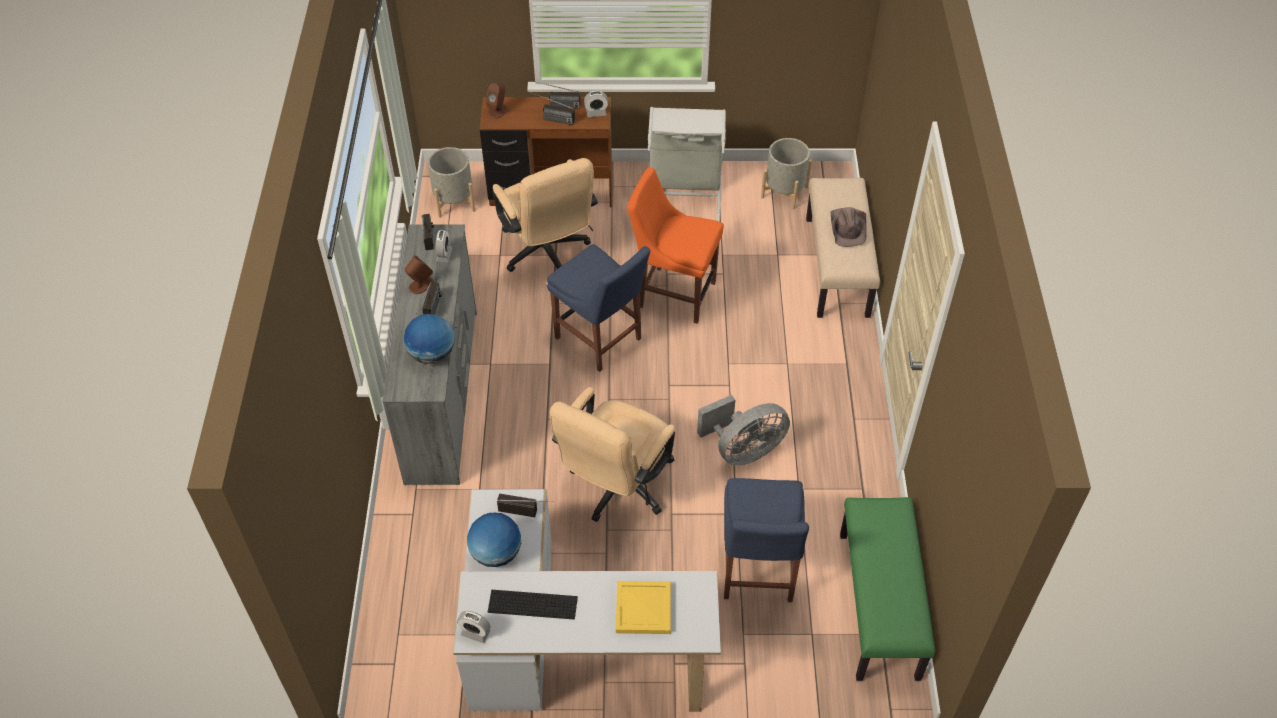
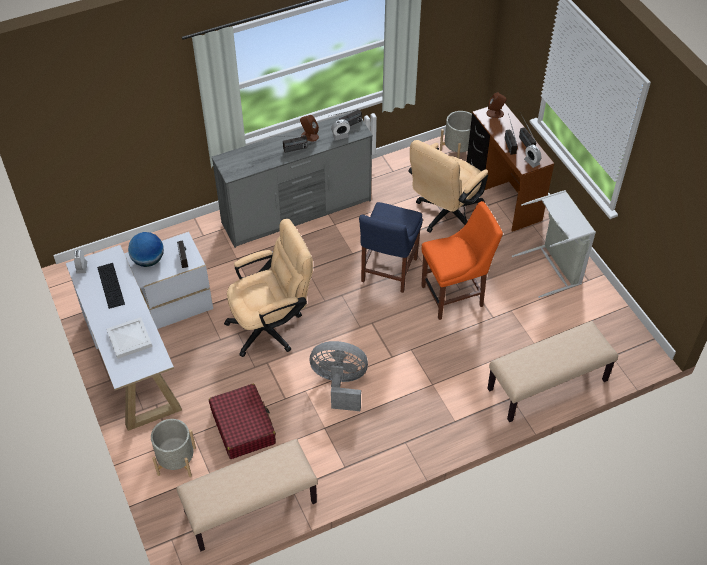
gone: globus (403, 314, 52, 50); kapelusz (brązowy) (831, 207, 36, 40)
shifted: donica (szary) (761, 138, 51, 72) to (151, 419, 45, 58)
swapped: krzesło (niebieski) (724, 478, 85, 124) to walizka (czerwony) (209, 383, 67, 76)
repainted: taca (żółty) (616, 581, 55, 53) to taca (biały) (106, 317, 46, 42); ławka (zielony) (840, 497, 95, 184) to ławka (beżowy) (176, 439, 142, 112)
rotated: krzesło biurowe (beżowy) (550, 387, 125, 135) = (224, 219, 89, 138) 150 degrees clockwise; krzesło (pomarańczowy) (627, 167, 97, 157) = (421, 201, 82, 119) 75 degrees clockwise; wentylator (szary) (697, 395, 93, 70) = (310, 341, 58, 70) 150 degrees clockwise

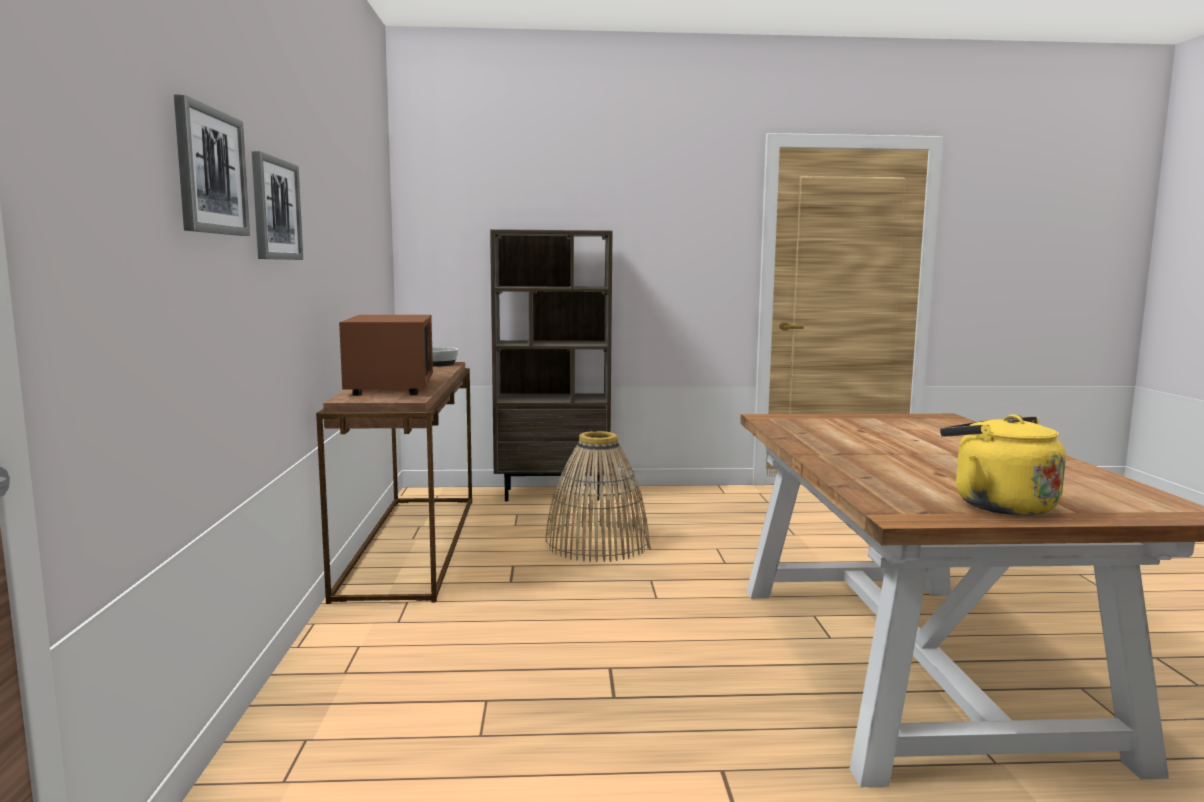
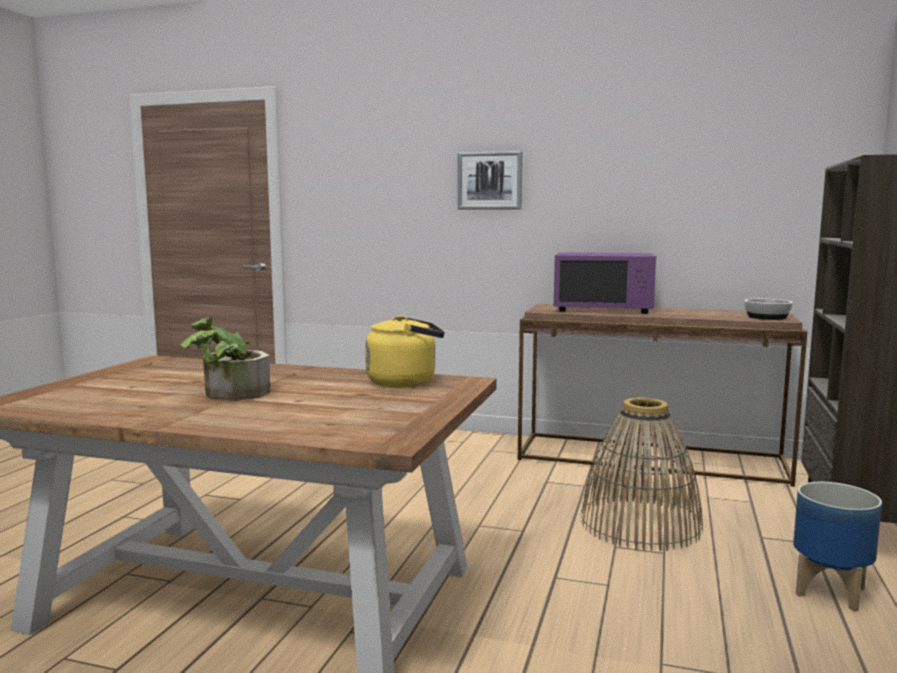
gone: obraz (174, 94, 76, 142)
new: roślina doniczkowa (181, 317, 89, 84); donica (793, 482, 89, 129)
shifted: czajnik (żółty) (940, 415, 126, 100) to (365, 315, 80, 72)
repainted: mikrofalówka (brązowy) (339, 315, 94, 81) to mikrofalówka (fioletowy) (554, 252, 102, 62)

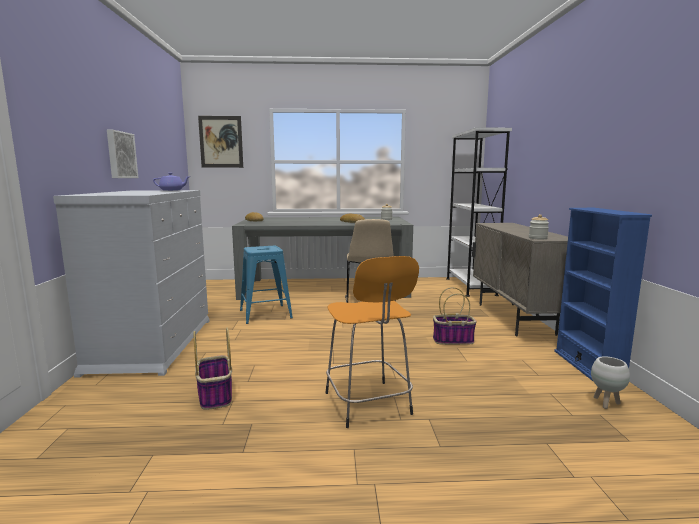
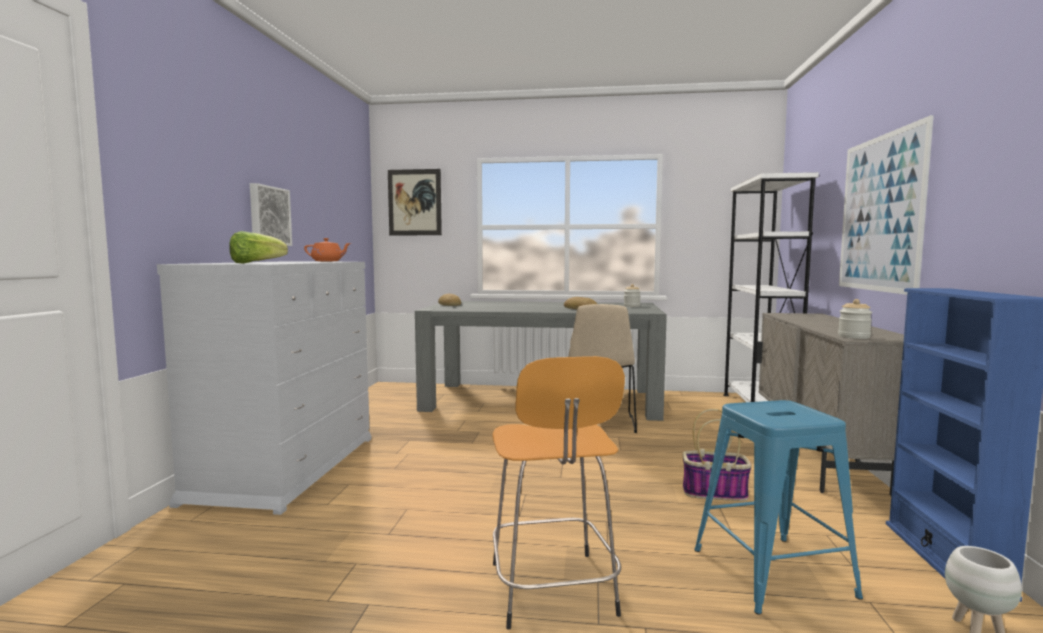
gone: koszyk (193, 328, 39, 82)
new: sałata (229, 231, 59, 33); obraz (839, 115, 95, 180)
shifted: stołek (niebieski) (240, 246, 53, 78) to (694, 400, 169, 215)
repainted: imbryk (fioletowy) (153, 173, 36, 18) to imbryk (pomarańczowy) (304, 238, 47, 24)

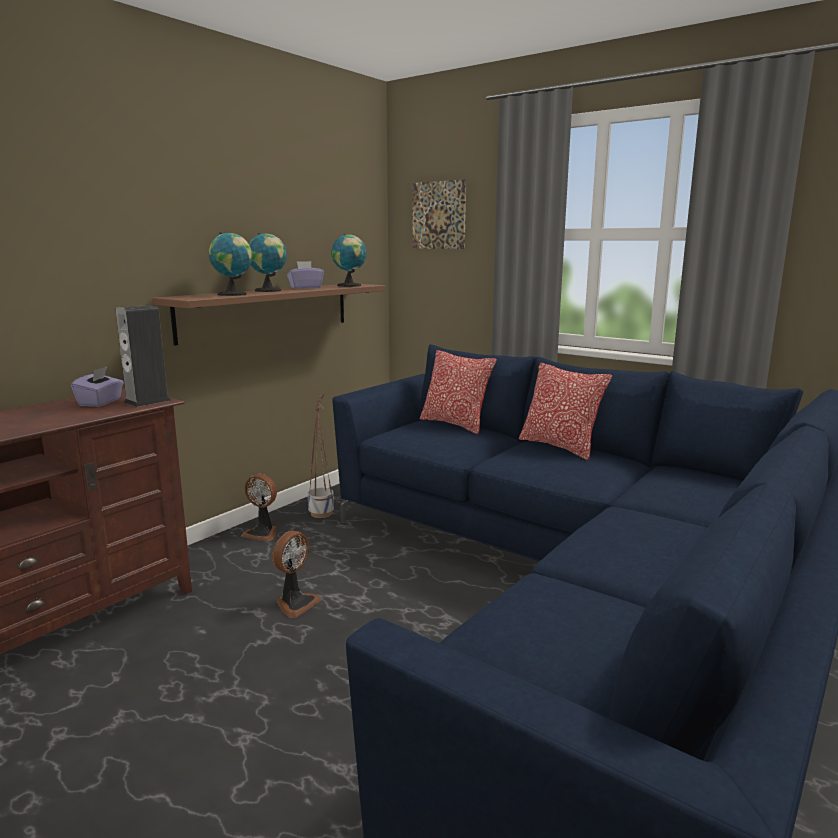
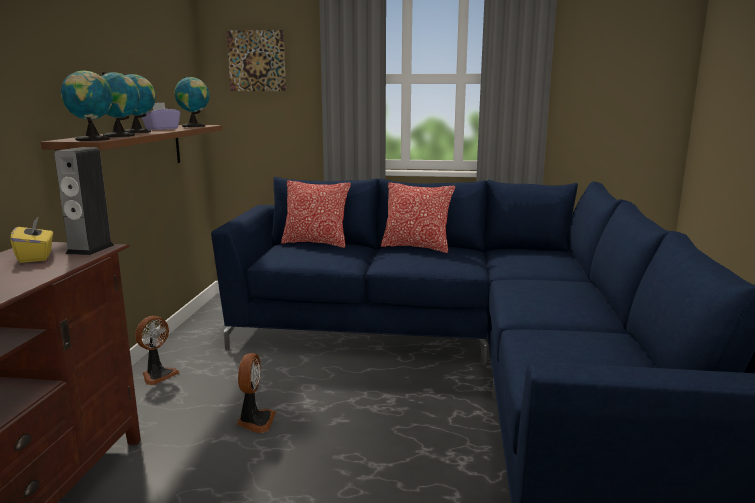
gone: donica (308, 394, 26, 124)
new: globus (60, 70, 53, 71)
repainted: pudełko chusteczek (fioletowy) (71, 367, 53, 40) to pudełko chusteczek (żółty) (10, 218, 43, 45)
rotated: wentylator (242, 474, 35, 67) = (135, 316, 44, 69) 45 degrees counterclockwise

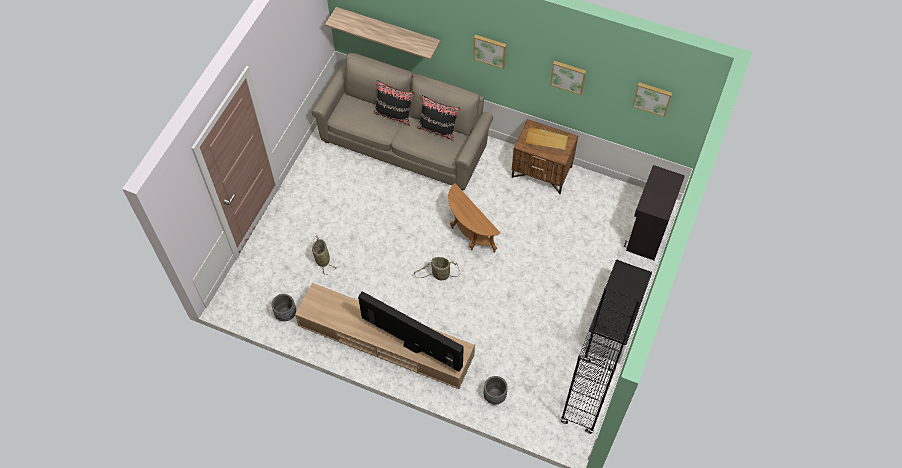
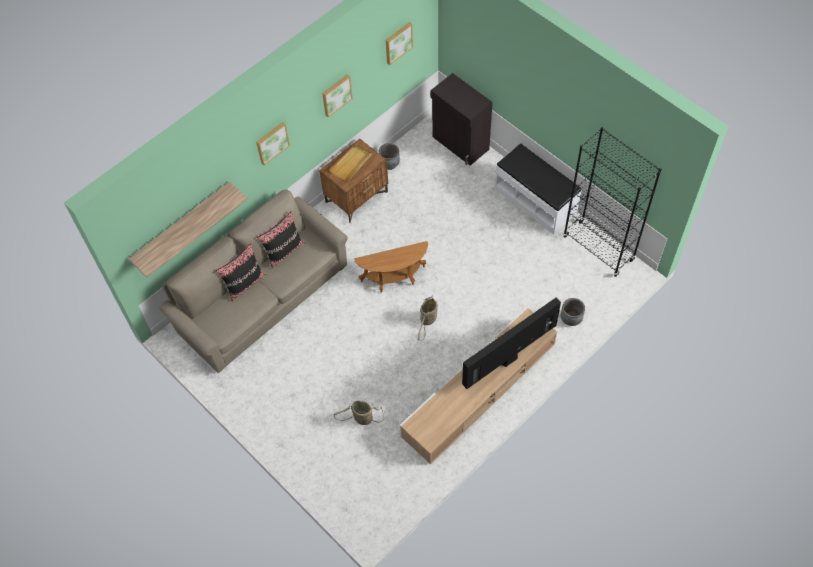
shifted: donica (szary) (272, 294, 24, 27) to (379, 143, 21, 27)

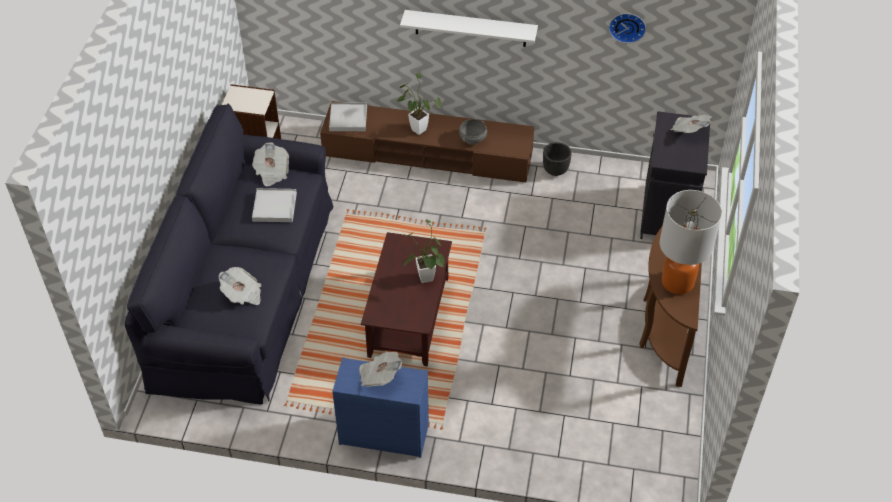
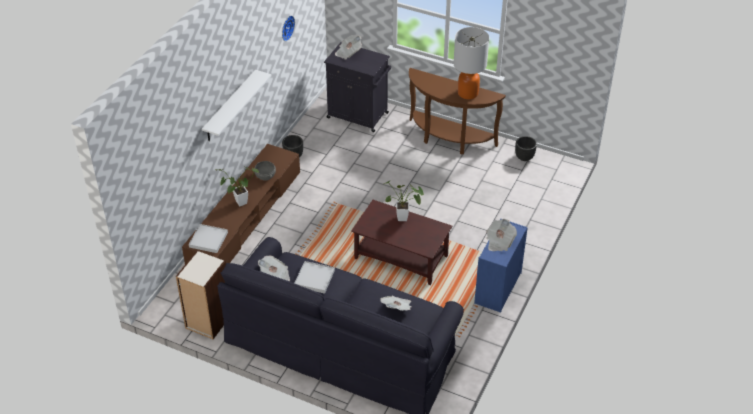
new: donica (czarny) (515, 136, 22, 25)

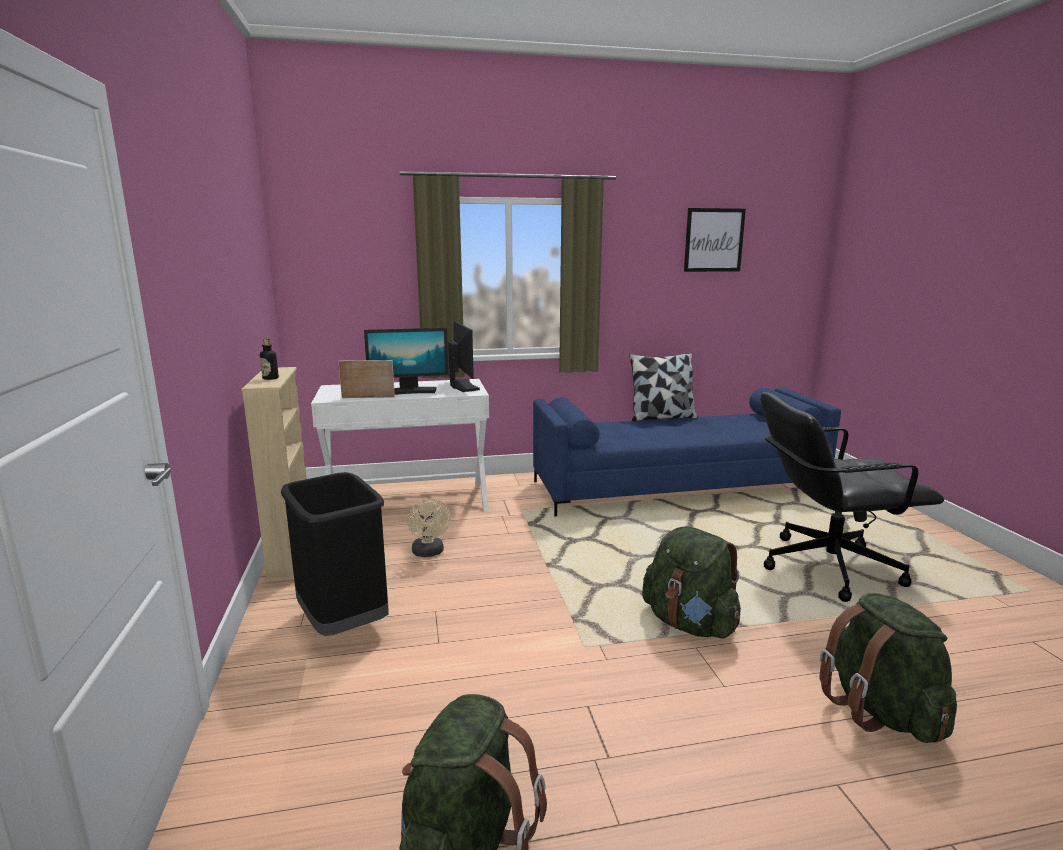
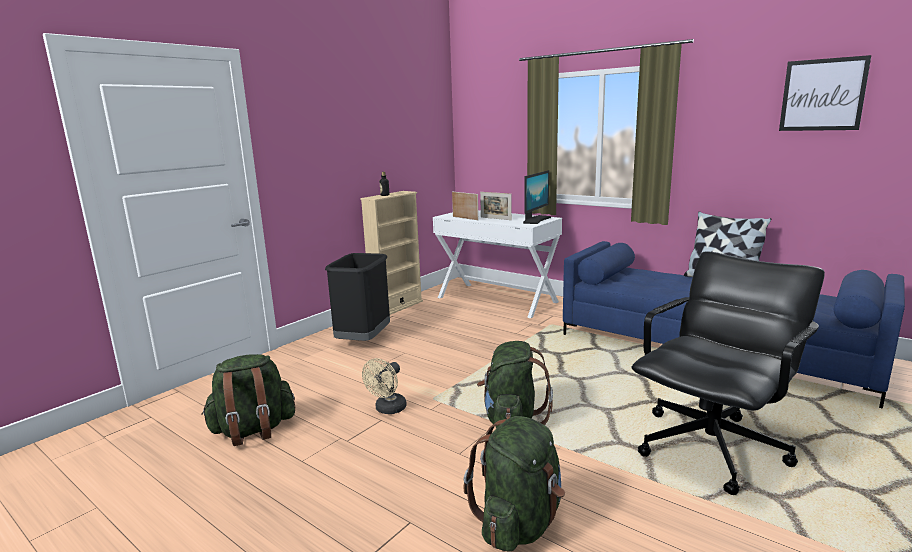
shifted: wentylator (beżowy) (408, 499, 42, 58) to (362, 358, 44, 56)
swapped: monitor (364, 328, 85, 67) to ramka na zdjęcie (480, 192, 32, 28)
rotated: krzesło biurowe (czarny) (760, 392, 184, 210) = (632, 251, 193, 244) 90 degrees clockwise

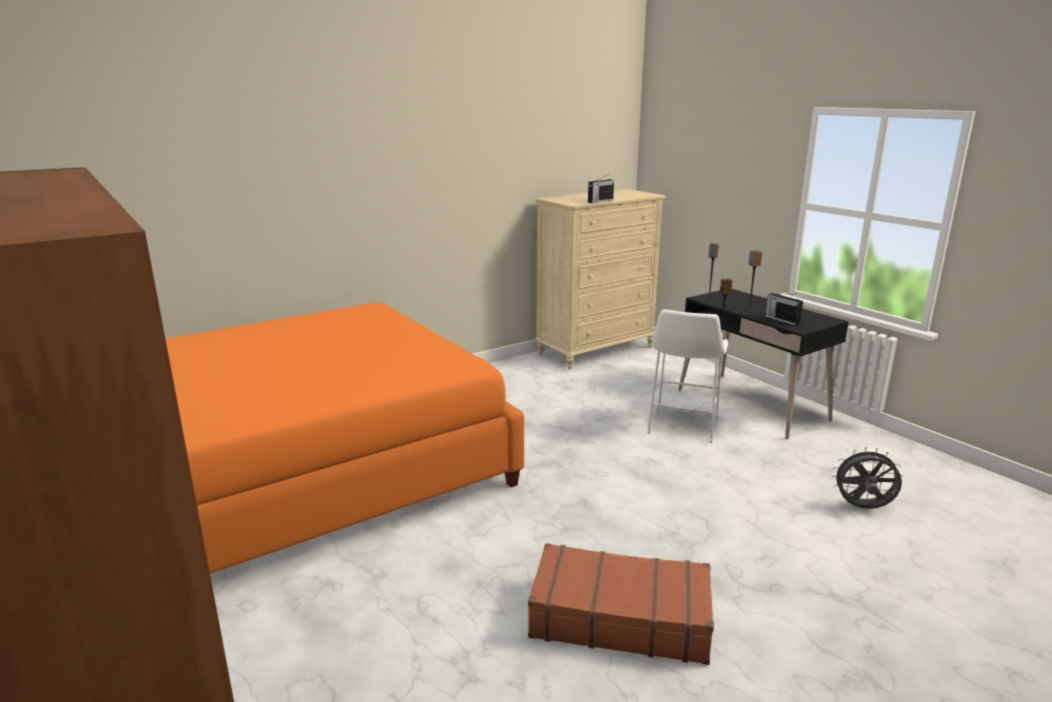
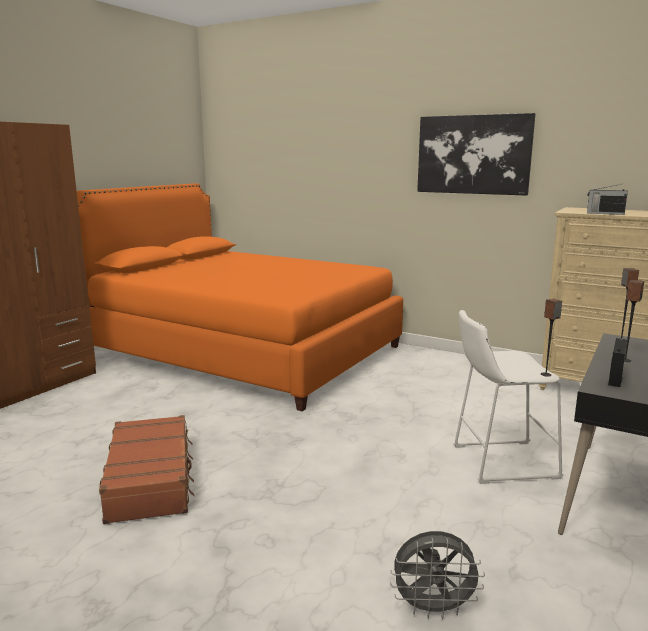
new: obraz (417, 113, 118, 83)
rotated: wentylator (szary) (832, 447, 71, 62) = (390, 531, 95, 88) 105 degrees clockwise

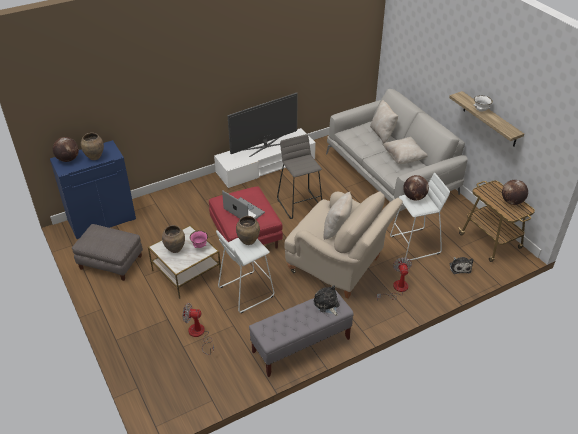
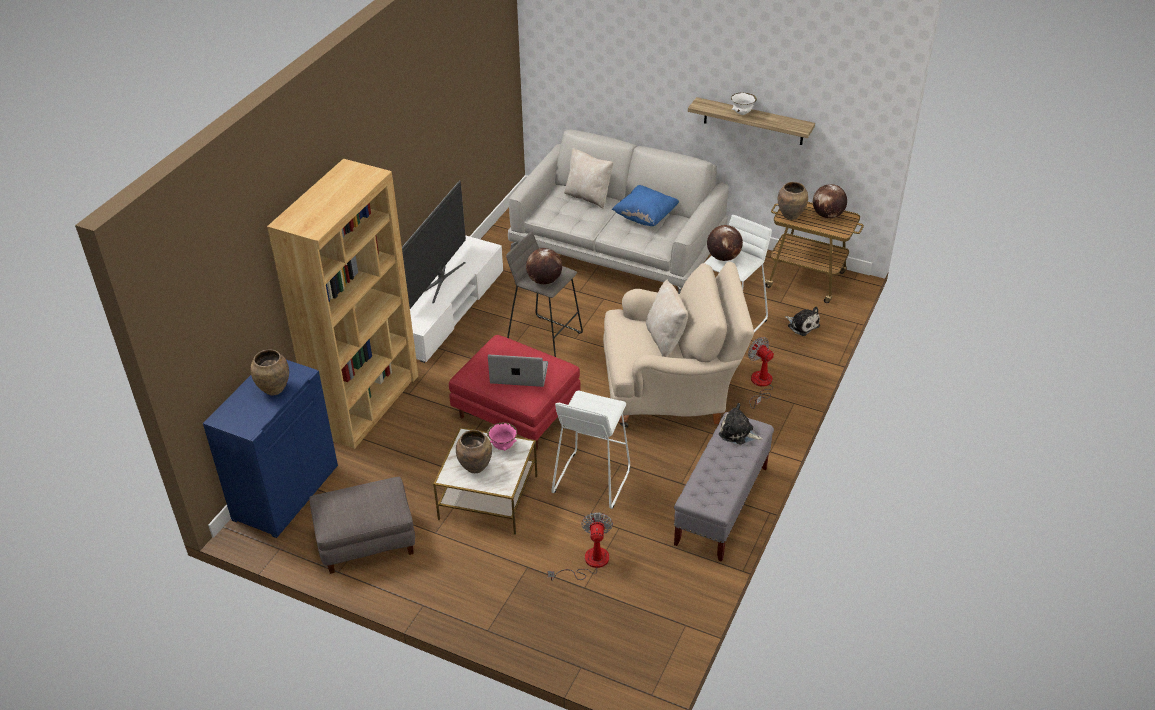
new: regał (brązowy) (267, 159, 152, 290)
shifted: globus (53, 137, 26, 25) to (526, 248, 36, 37); wazon (brązowy) (236, 216, 24, 29) to (778, 182, 30, 38)
repainted: poduszka (beżowy) (382, 137, 46, 27) to poduszka (niebieski) (612, 185, 67, 41)
rotated: wentylator (183, 303, 31, 52) = (548, 512, 65, 69) 120 degrees clockwise

